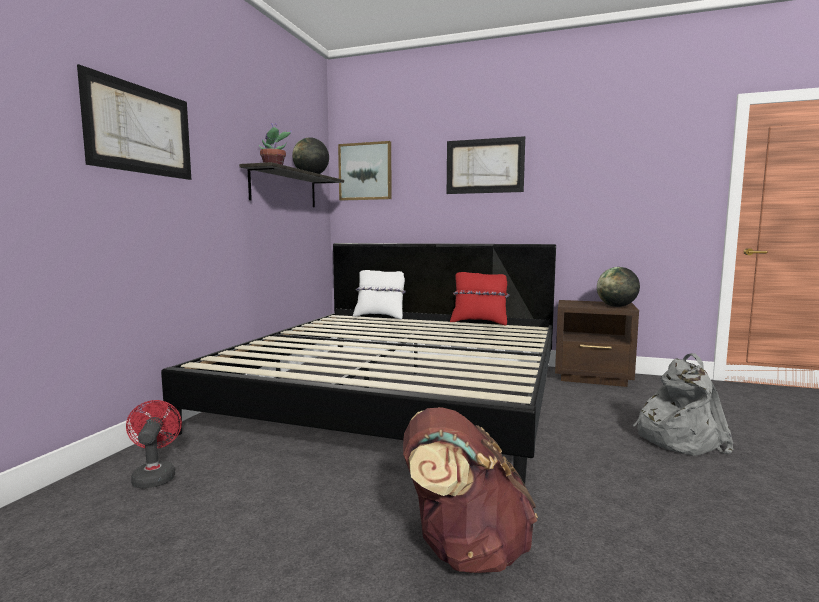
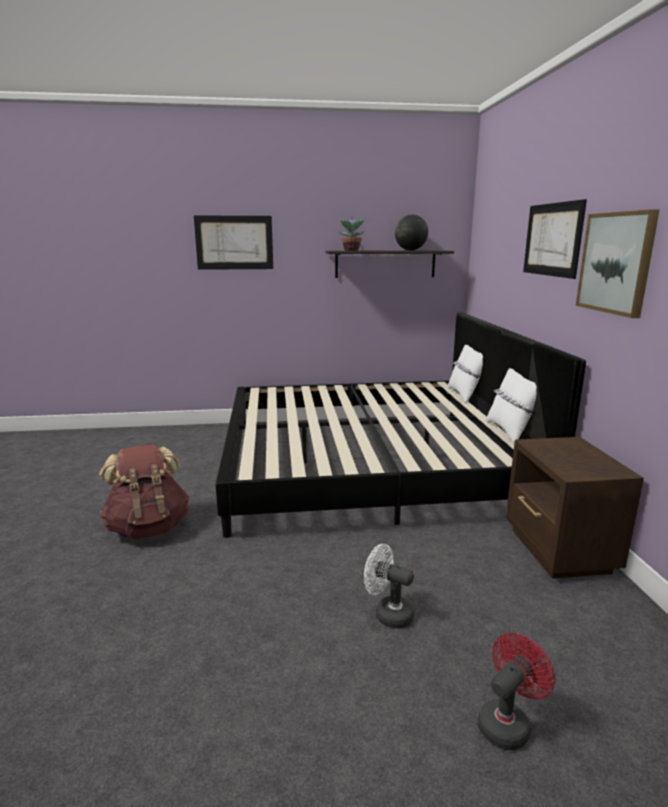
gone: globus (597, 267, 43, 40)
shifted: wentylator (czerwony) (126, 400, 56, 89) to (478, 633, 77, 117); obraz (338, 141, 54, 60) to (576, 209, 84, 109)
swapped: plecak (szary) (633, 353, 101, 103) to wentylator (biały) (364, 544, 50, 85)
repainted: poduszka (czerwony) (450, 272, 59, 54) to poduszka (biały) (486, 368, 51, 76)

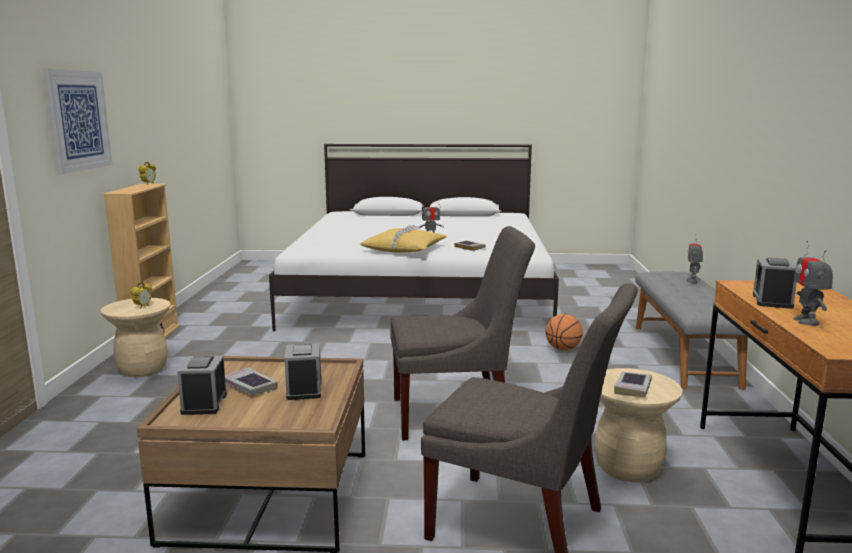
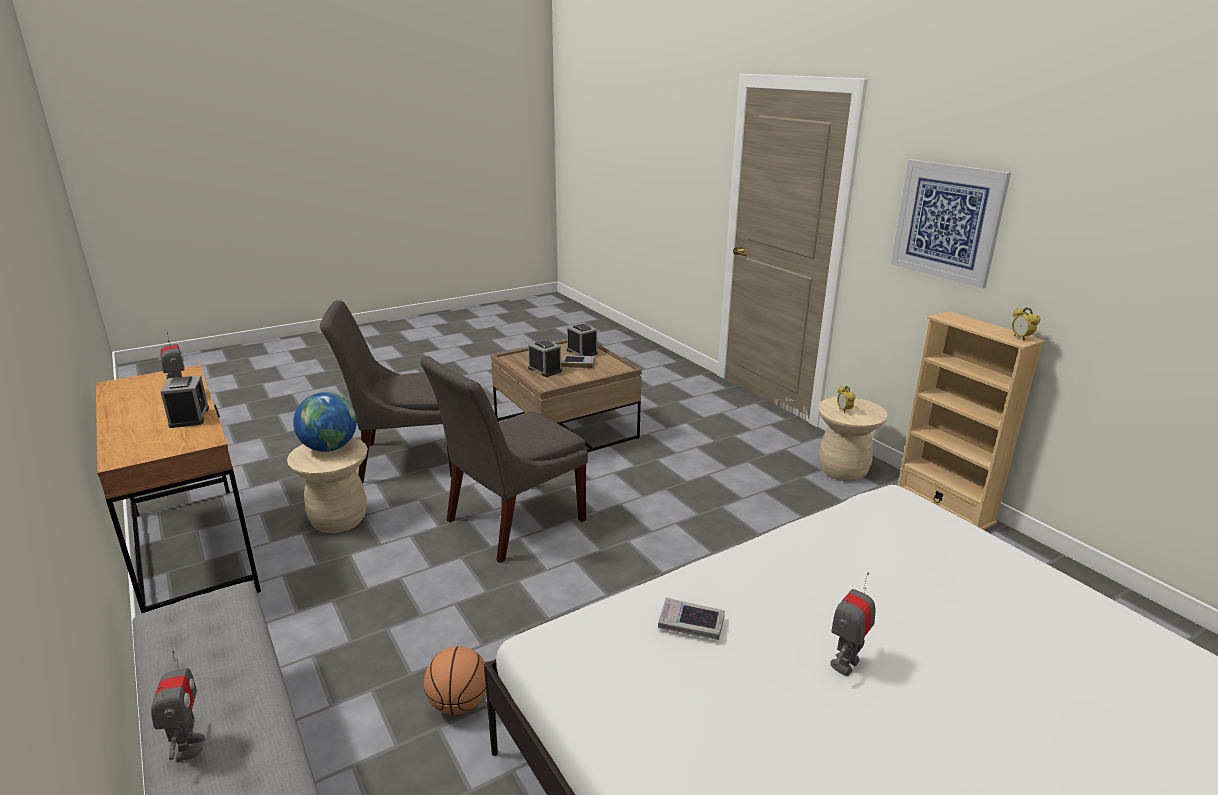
gone: poduszka (żółty) (360, 225, 87, 28)
swapped: książka (614, 371, 38, 26) to globus (293, 392, 64, 60)

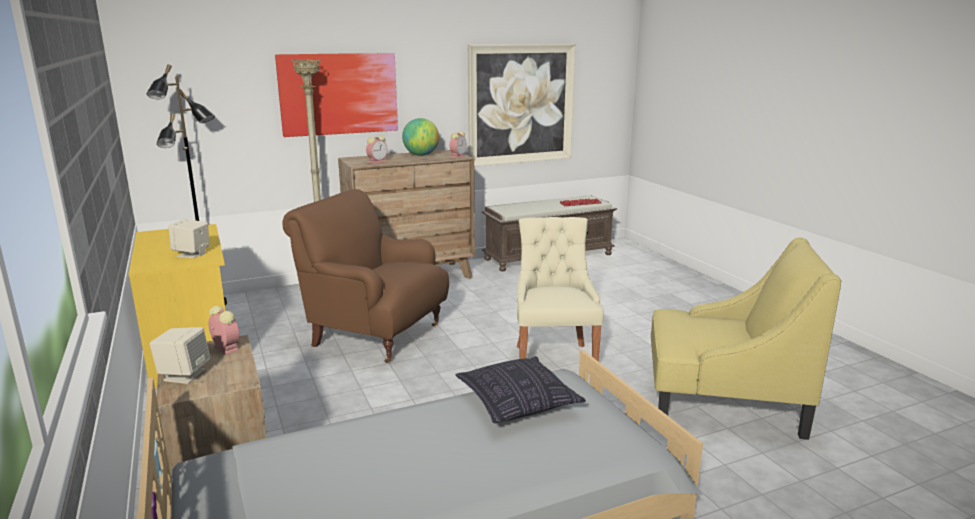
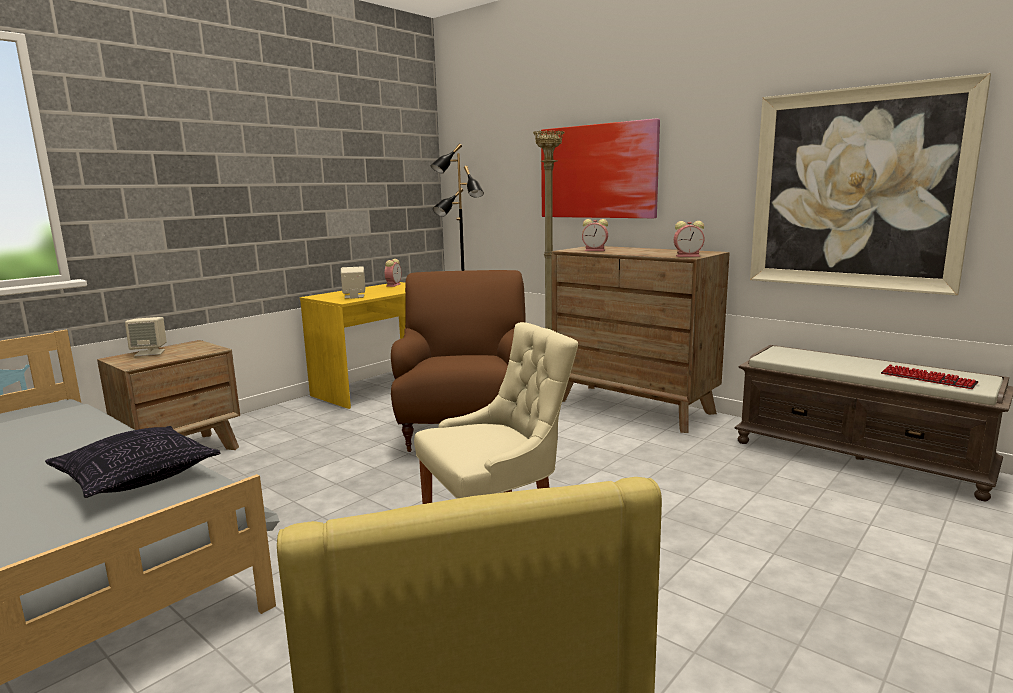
gone: globus (402, 118, 37, 38)
shifted: budzik (209, 306, 31, 49) to (385, 259, 16, 28)

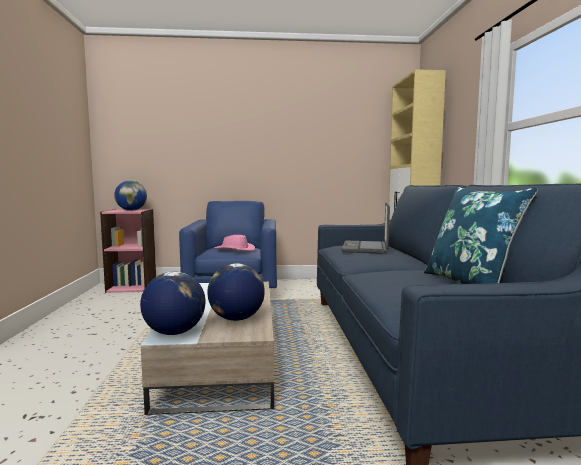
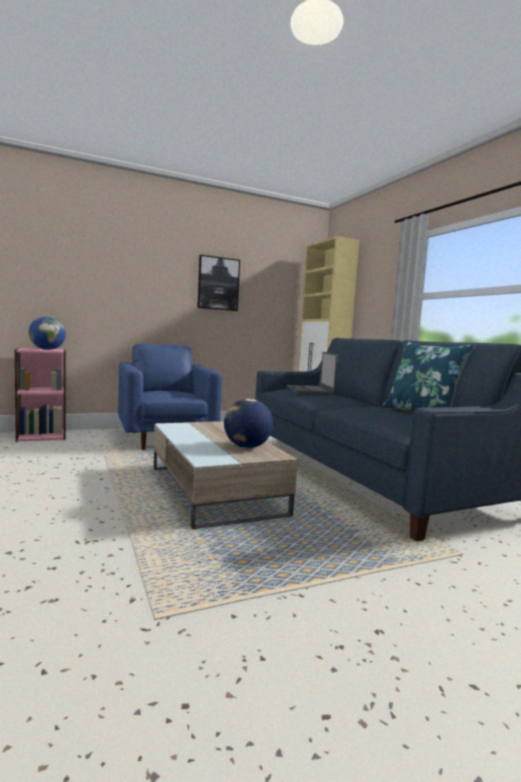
gone: globus (140, 272, 65, 63); kapelusz (różowy) (214, 235, 41, 16)
new: obraz (197, 255, 43, 56)

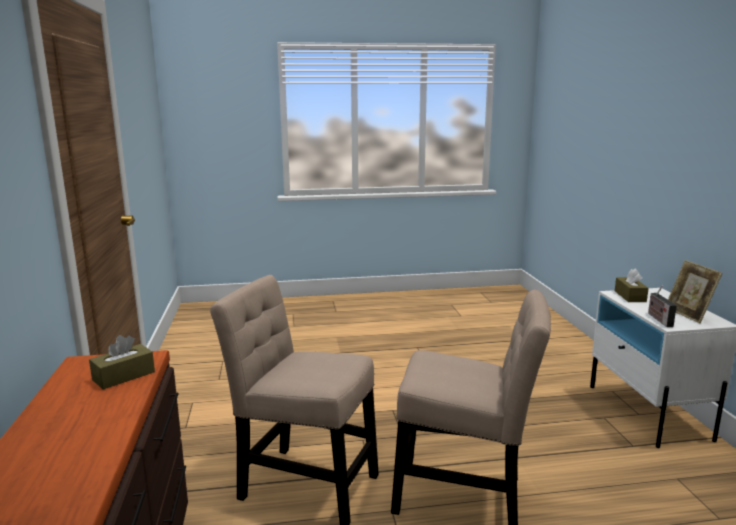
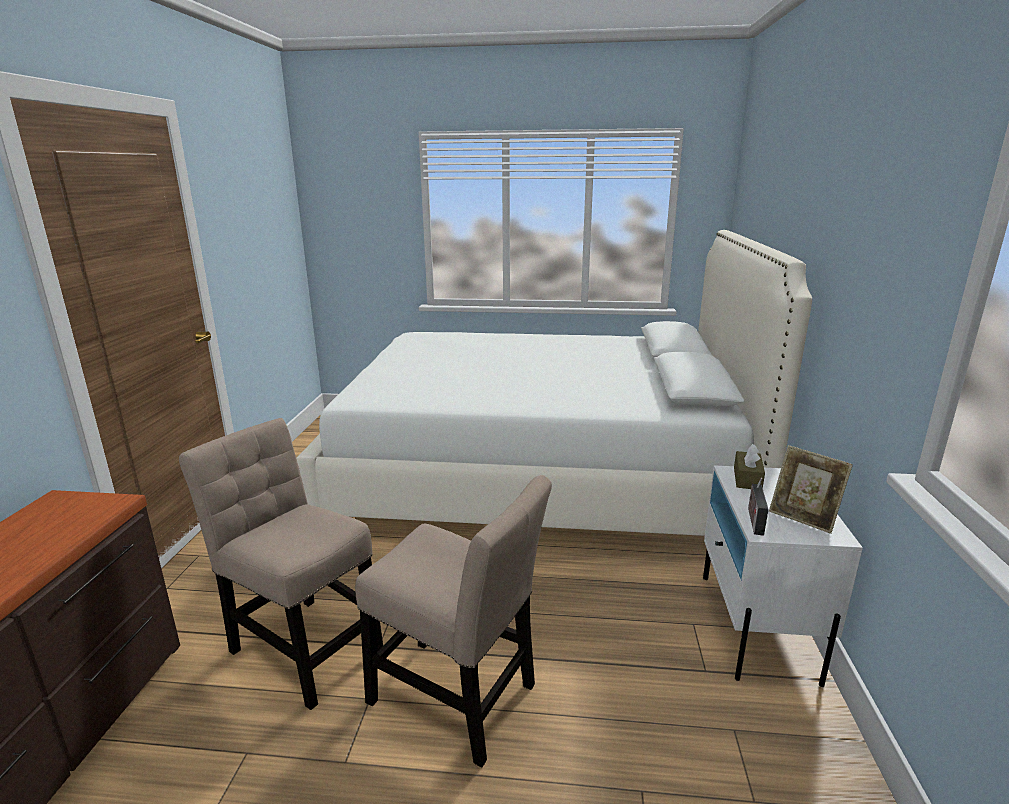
gone: pudełko chusteczek (brązowy) (89, 335, 66, 55)
new: łóżko (biały) (296, 230, 516, 306)
rotated: ramka na zdjęcie (668, 260, 55, 63) = (769, 445, 84, 89) 45 degrees counterclockwise

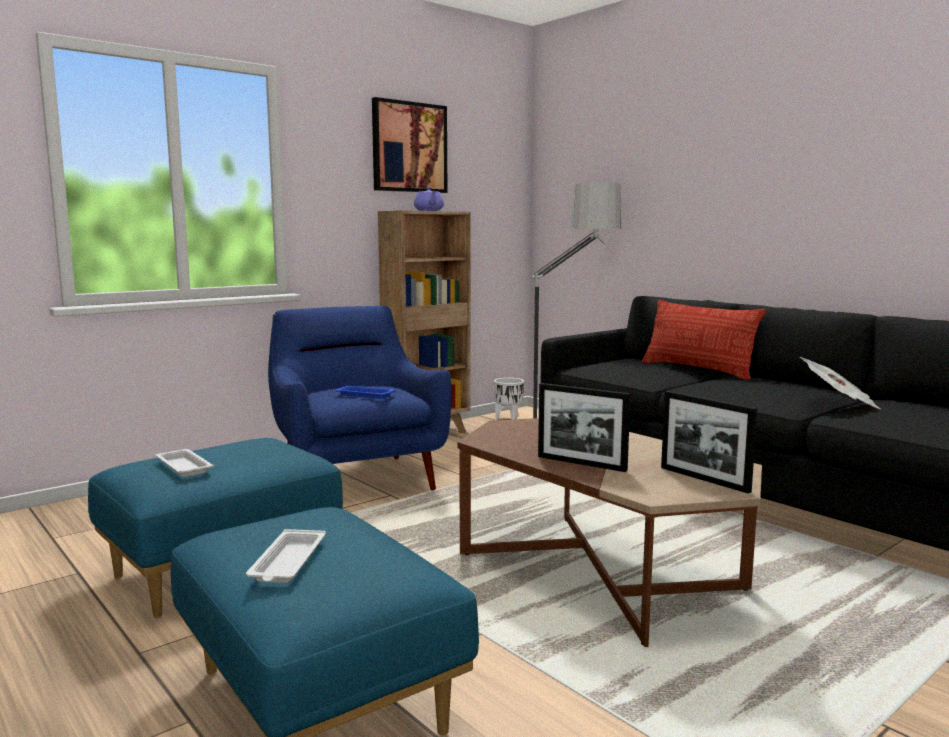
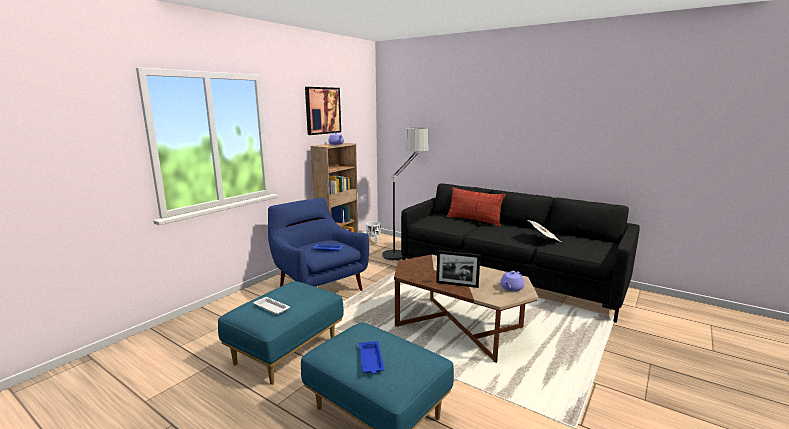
swapped: ramka na zdjęcie (661, 391, 96, 102) to imbryk (fioletowy) (500, 271, 25, 21)
repainted: taca (biały) (246, 529, 80, 54) to taca (niebieski) (359, 341, 25, 33)

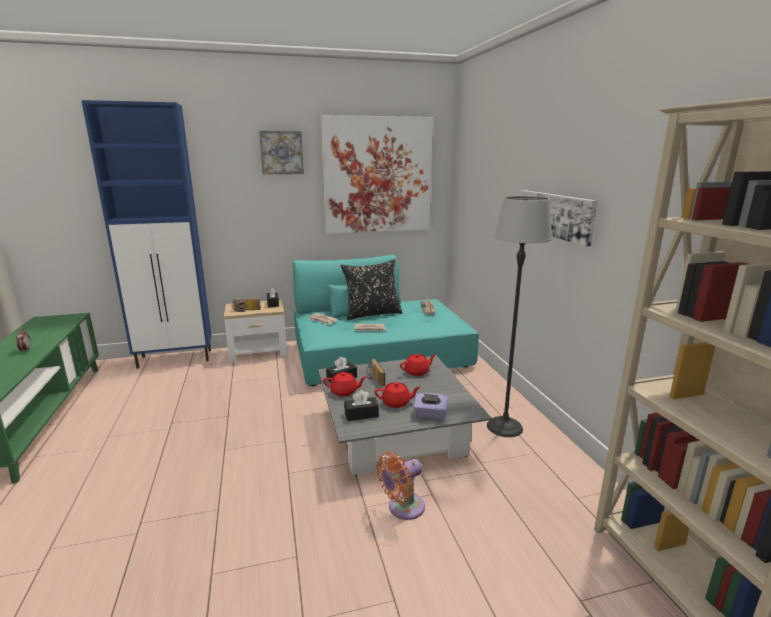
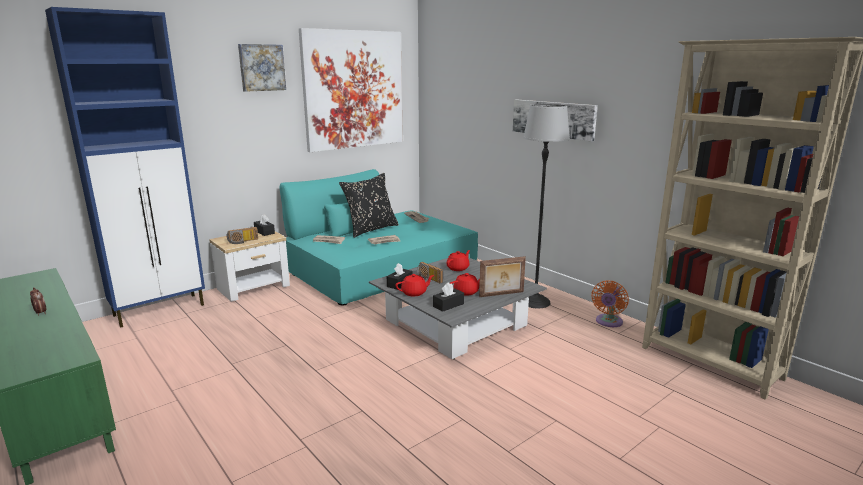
shifted: wentylator (pomarańczowy) (377, 452, 48, 68) to (592, 280, 37, 47)
swapped: pudełko chusteczek (fioletowy) (414, 393, 34, 27) to ramka na zdjęcie (479, 256, 47, 41)

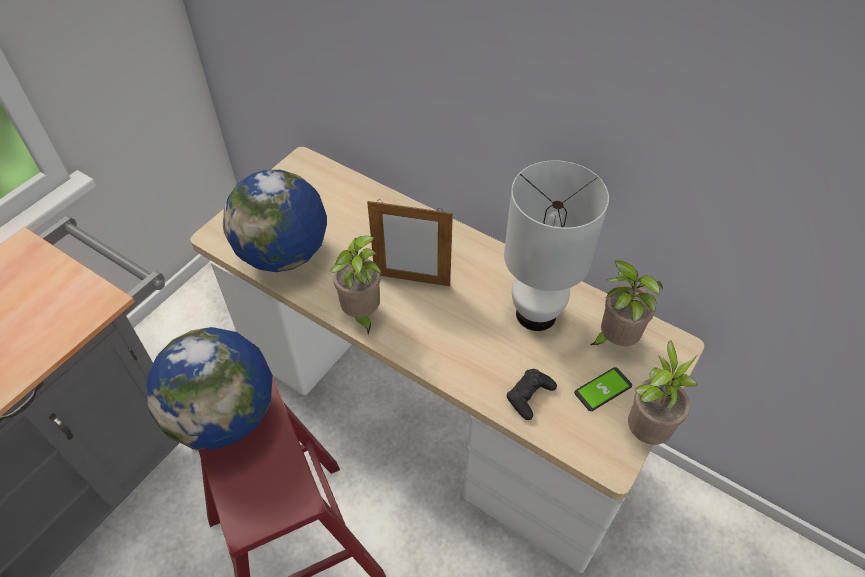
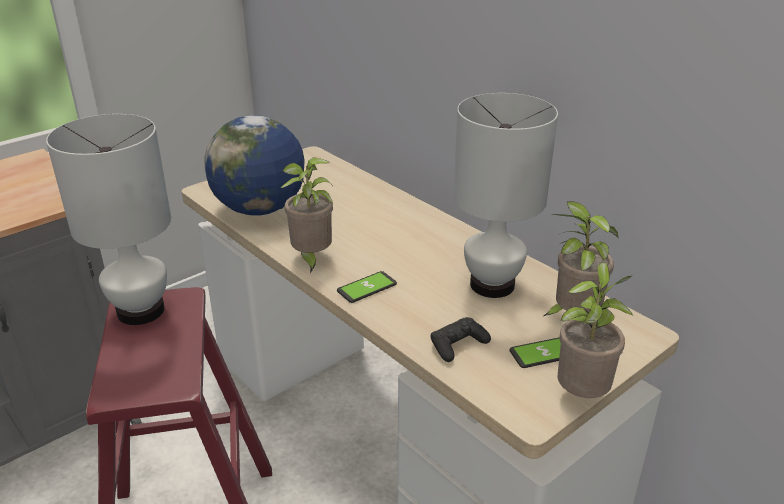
gone: ramka na zdjęcie (367, 200, 86, 86)
new: telefon (337, 271, 60, 32)
swapped: globus (146, 327, 126, 122) to lampa stołowa (biały) (46, 114, 125, 211)

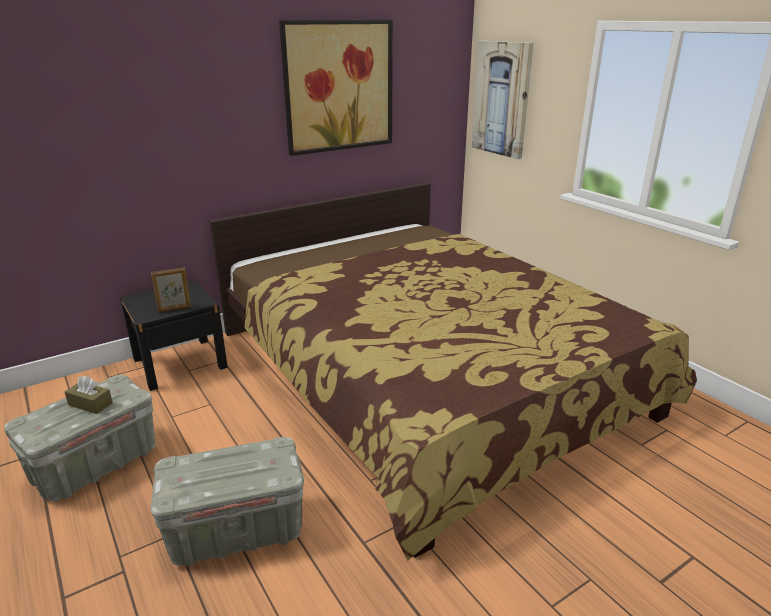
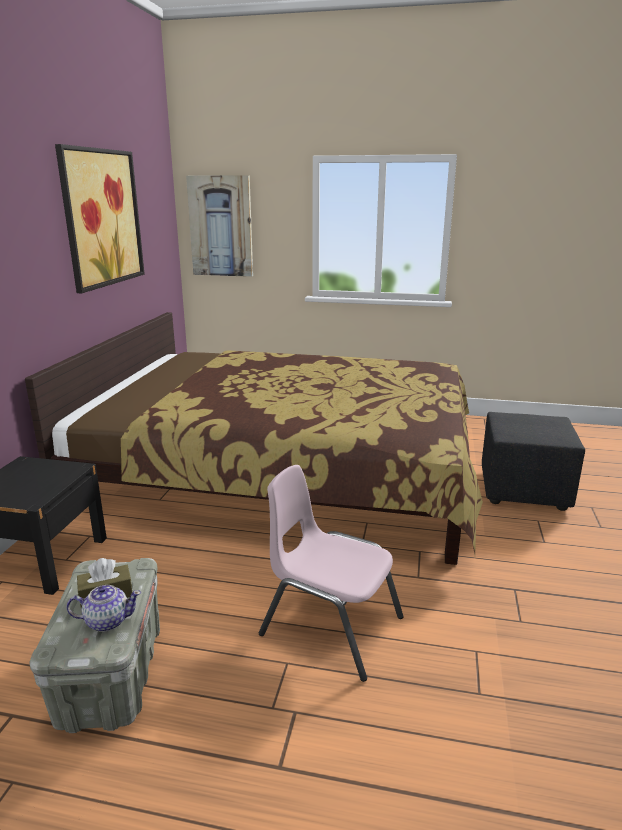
gone: ramka na zdjęcie (151, 267, 40, 46)
new: imbryk (67, 585, 74, 47); pufa (czarny) (482, 412, 103, 99)
swapped: pojemnik do przechowywania (szary) (150, 437, 154, 129) to krzesło (różowy) (259, 465, 145, 217)

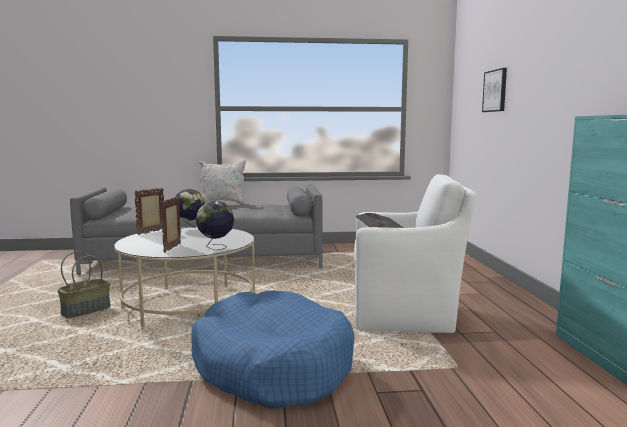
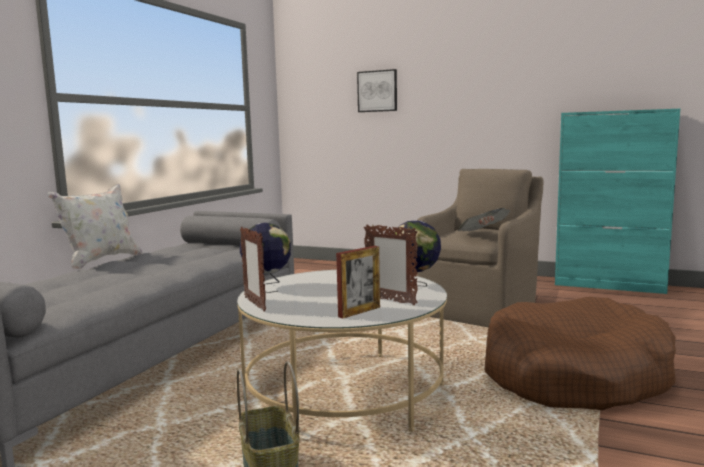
new: ramka na zdjęcie (336, 246, 44, 73)
repainted: legowisko (niebieski) (192, 290, 162, 119) to legowisko (brązowy) (485, 297, 191, 113); fotel (biały) (354, 174, 123, 159) to fotel (brązowy) (417, 169, 126, 158)

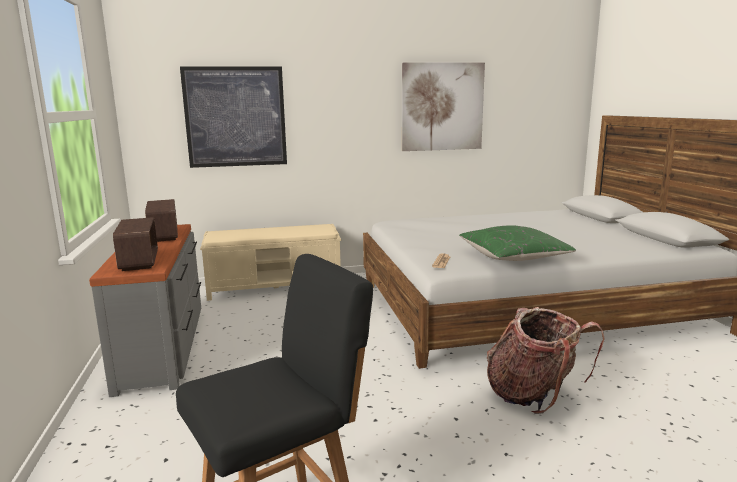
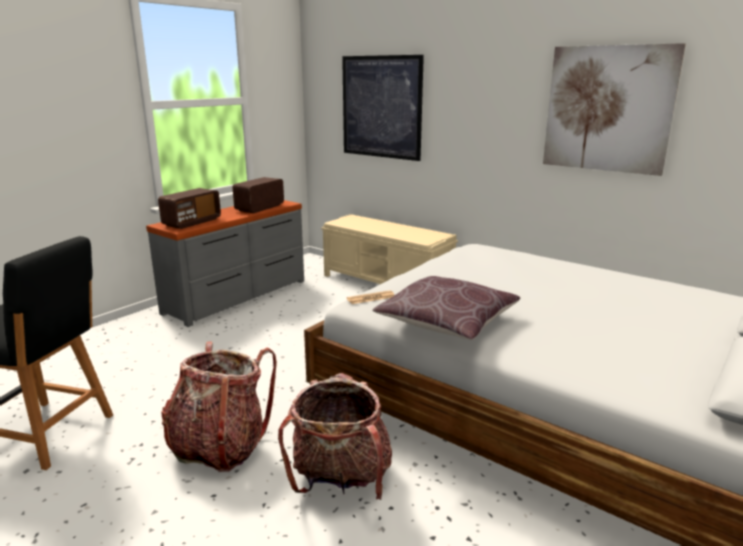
new: plecak (161, 342, 116, 130)
repainted: poduszka (zielony) (459, 226, 117, 35) to poduszka (brązowy) (372, 276, 148, 64)

